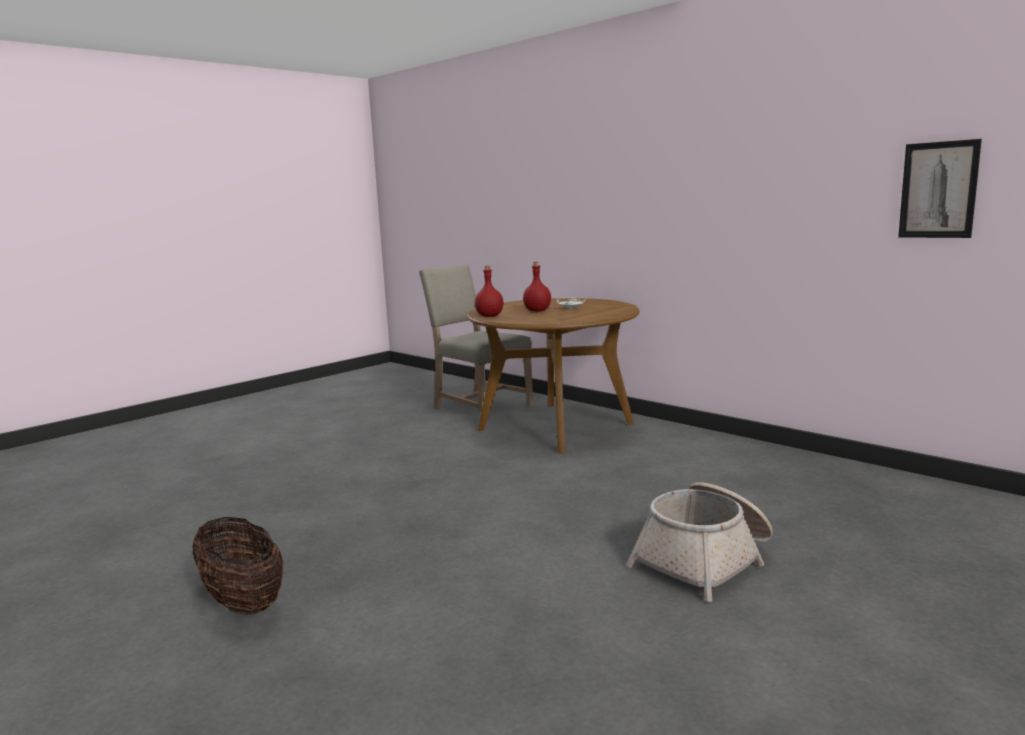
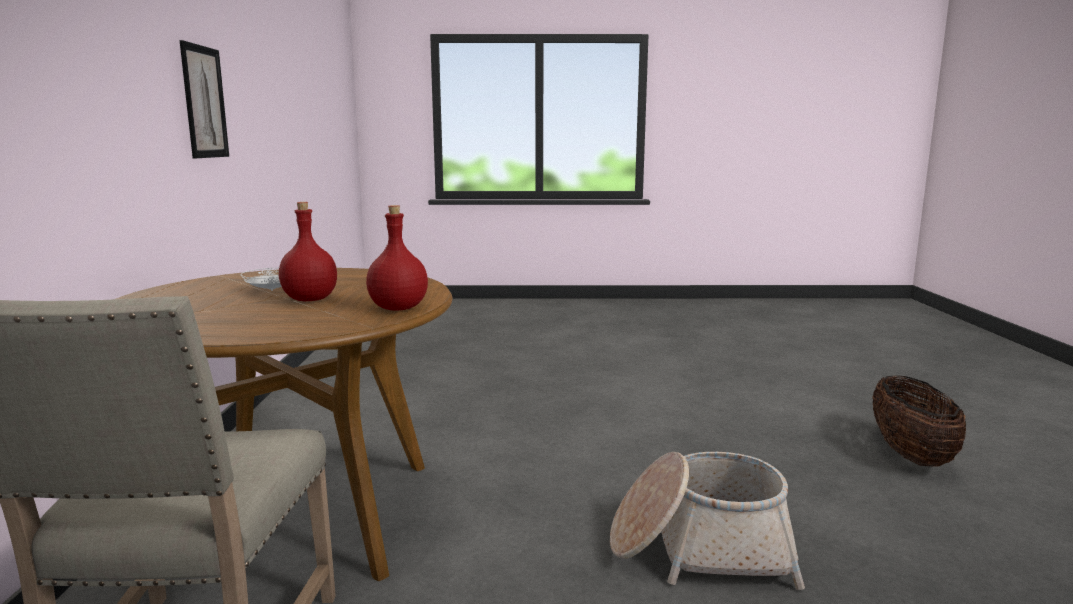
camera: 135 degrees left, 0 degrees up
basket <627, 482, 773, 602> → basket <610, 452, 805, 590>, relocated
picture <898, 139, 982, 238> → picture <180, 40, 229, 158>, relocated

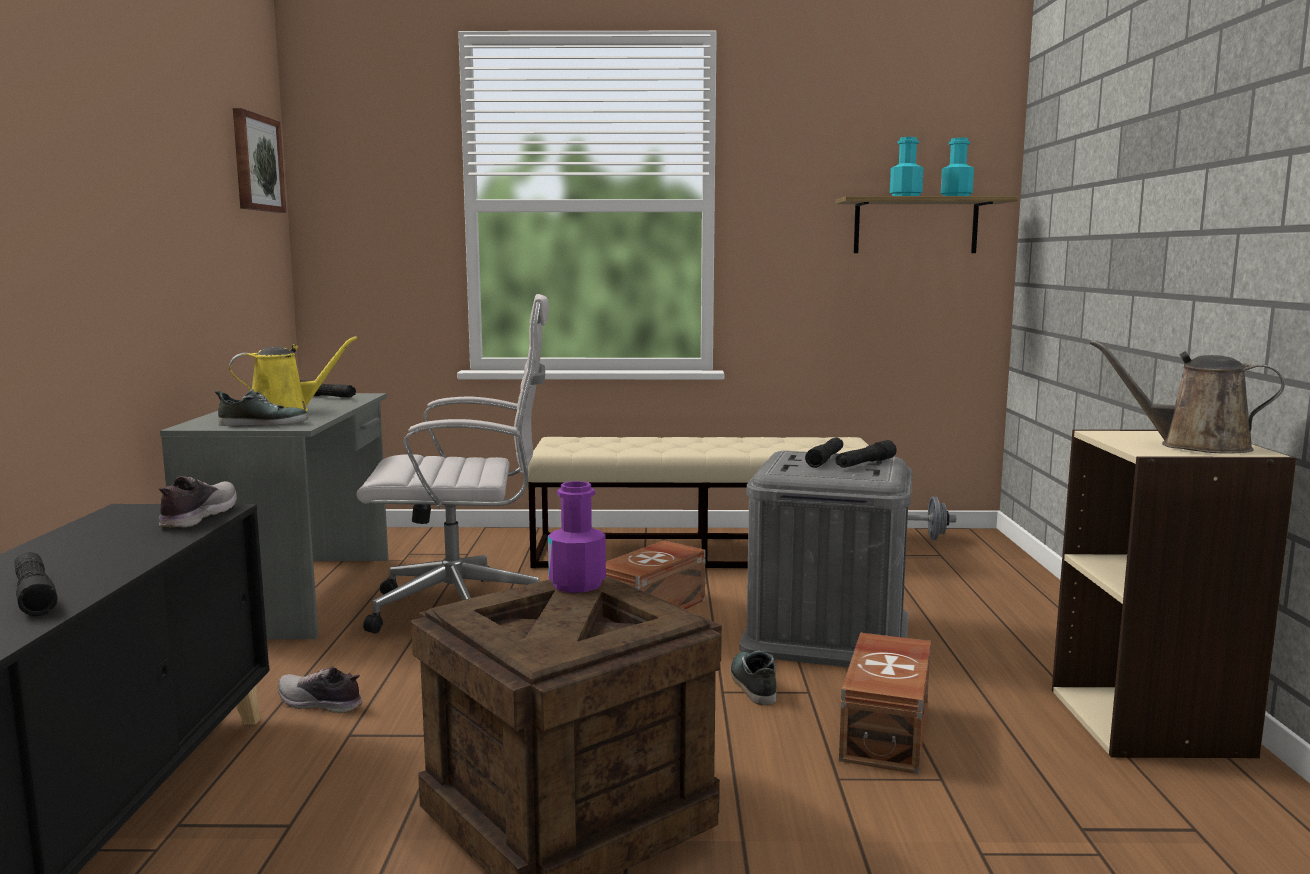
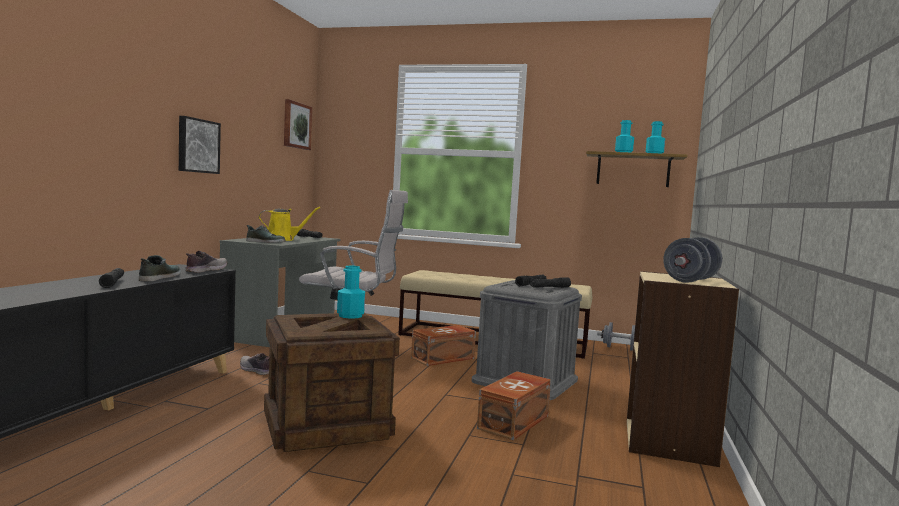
camera: 15 degrees right, 5 degrees down
purple bottle <548, 481, 606, 593> → turquoise bottle <337, 266, 365, 319>
shoe <730, 651, 776, 705> → shoe <139, 255, 181, 281>, relocated
brown watering can <1090, 340, 1285, 454> → grey dumbbell <663, 237, 722, 283>
- → picture <179, 116, 221, 174>

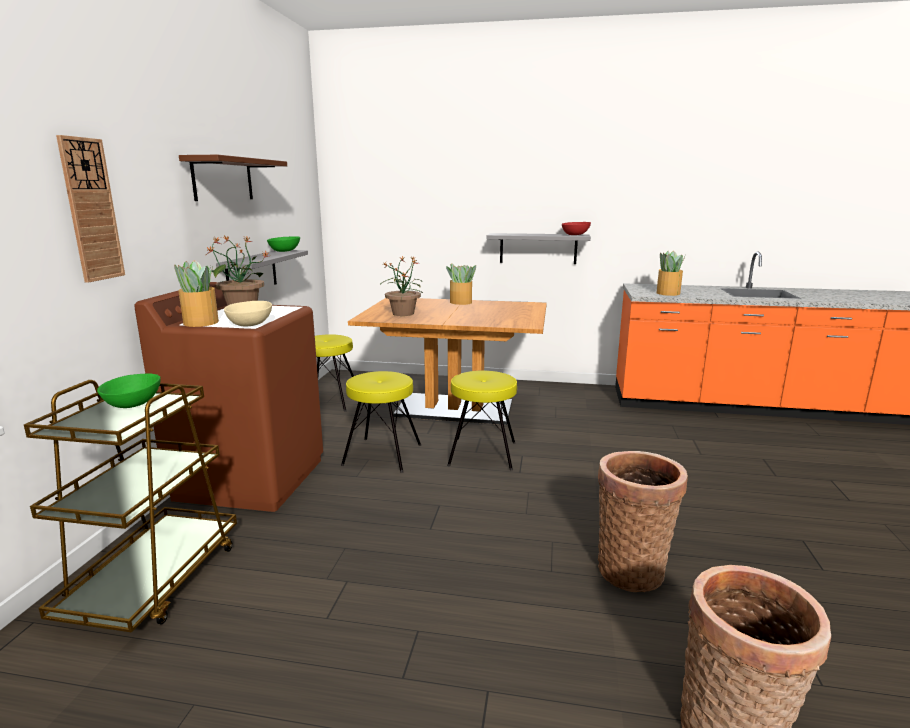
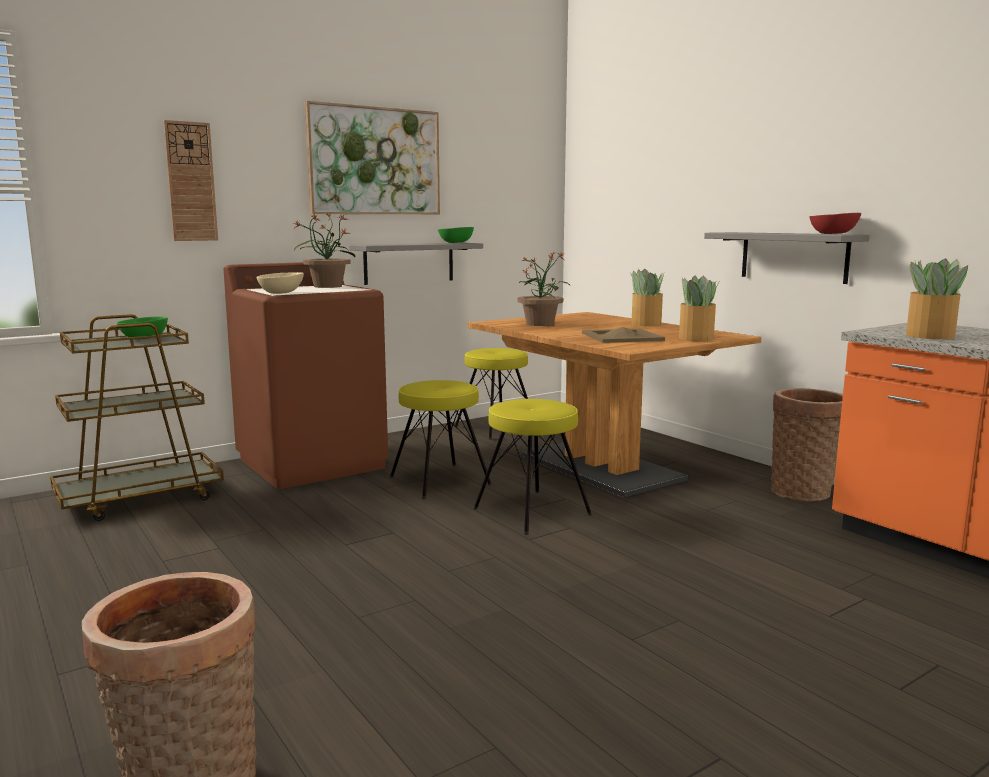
camera: 45 degrees right, 5 degrees down
potted plant <174, 260, 219, 327> → potted plant <679, 275, 718, 341>, relocated
brown shelf <179, 155, 287, 201> → picture <305, 101, 440, 214>
basket <598, 451, 688, 592> → basket <771, 388, 843, 501>, relocated
- → beige tray <582, 327, 665, 343>

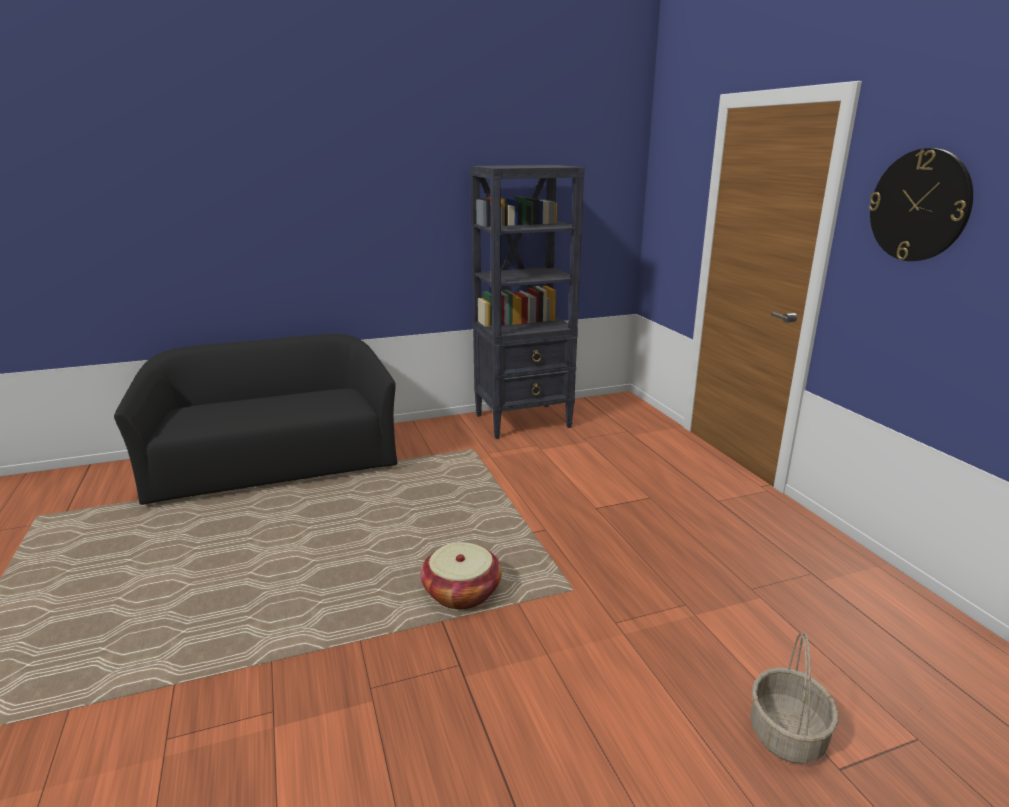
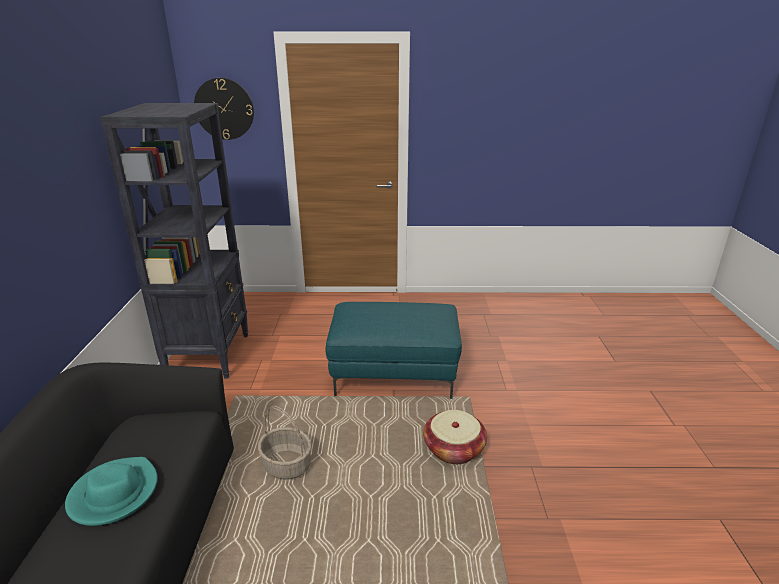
camera: 70 degrees left, 5 degrees up
basket <750, 633, 838, 764> → basket <258, 406, 311, 479>, relocated
wall clock <869, 148, 973, 261> → wall clock <194, 78, 254, 140>, relocated
- → turquoise hat <65, 457, 158, 526>
- → turquoise ottoman <326, 302, 462, 399>

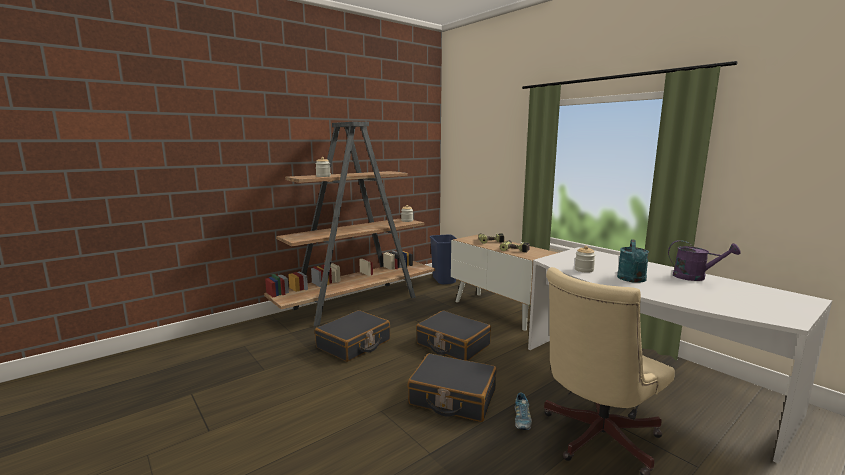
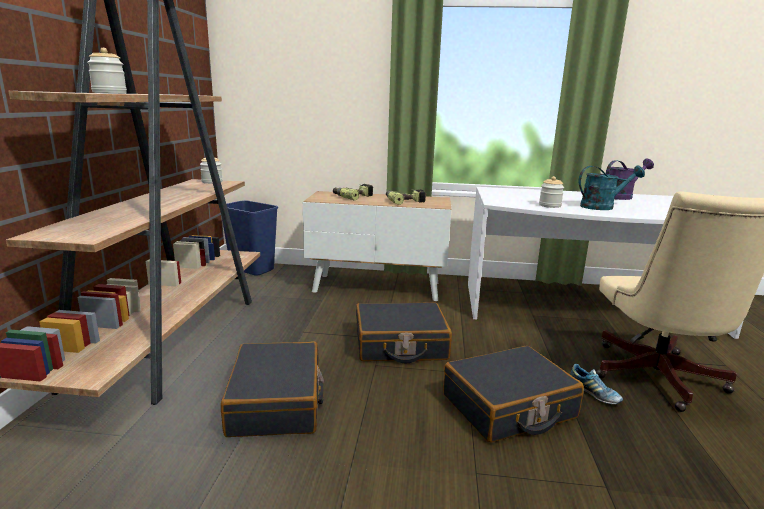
camera: 45 degrees left, 5 degrees up
turquoise watering can <617, 239, 649, 283> → turquoise watering can <578, 165, 645, 210>, 75 degrees counterclockwise

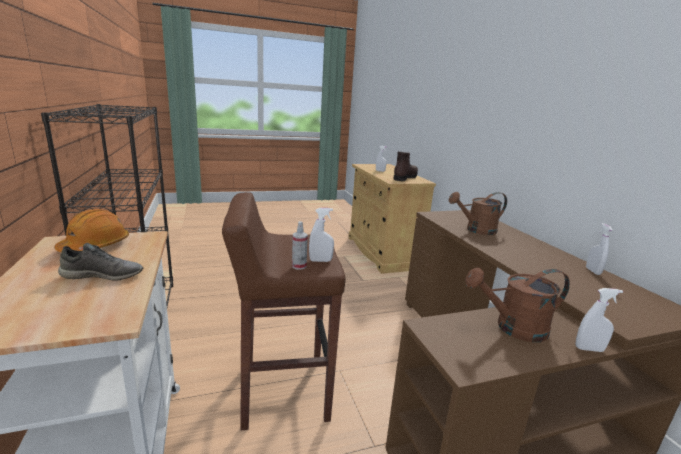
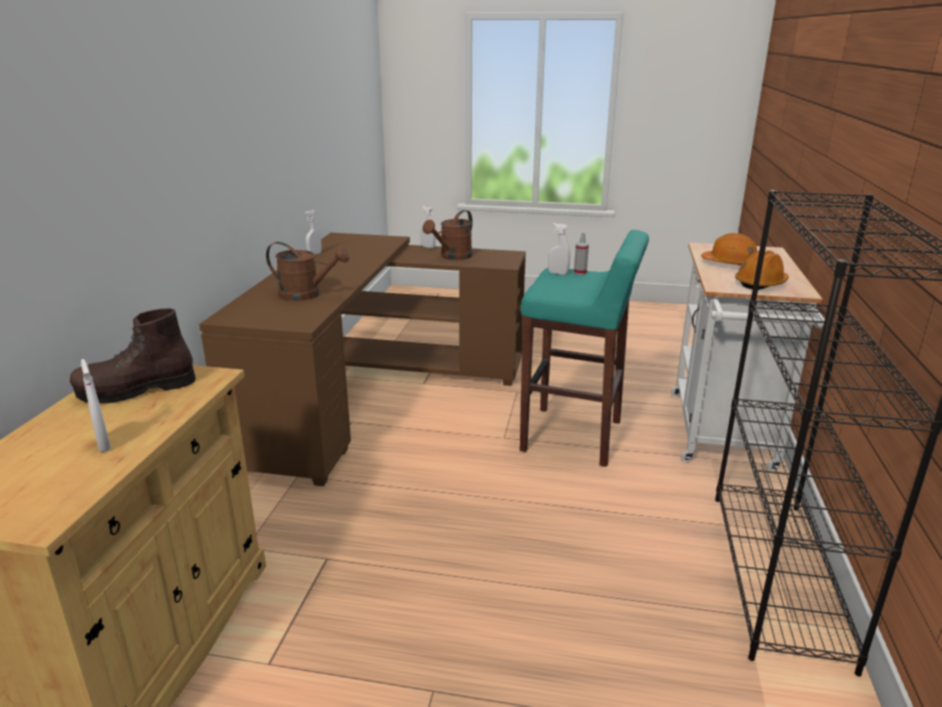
camera: 150 degrees left, 5 degrees up
grey shoe <58, 243, 143, 281> → orange hard hat <701, 233, 757, 266>
brown stool <222, 192, 345, 430> → turquoise stool <520, 230, 649, 467>
brown watering can <465, 268, 570, 342> → brown watering can <423, 210, 473, 260>, 105 degrees clockwise

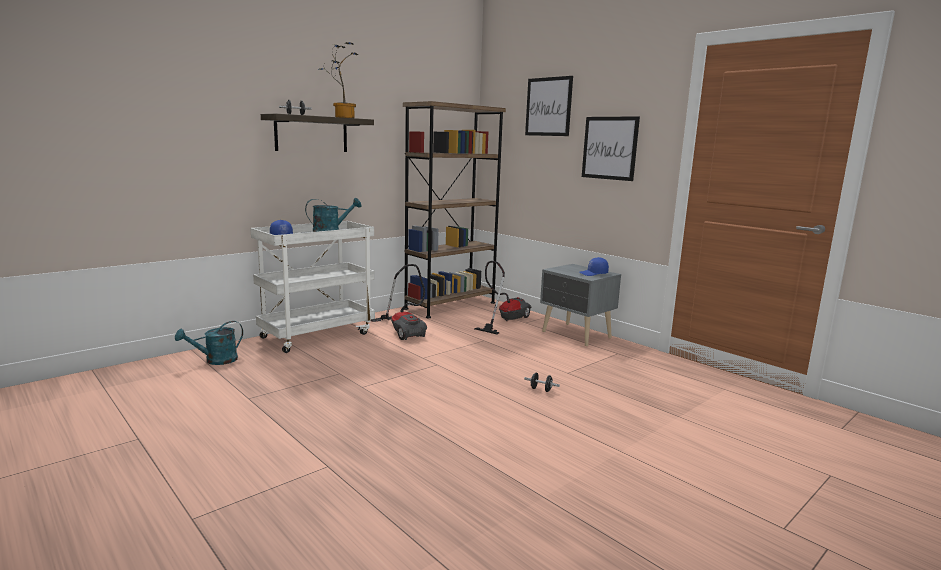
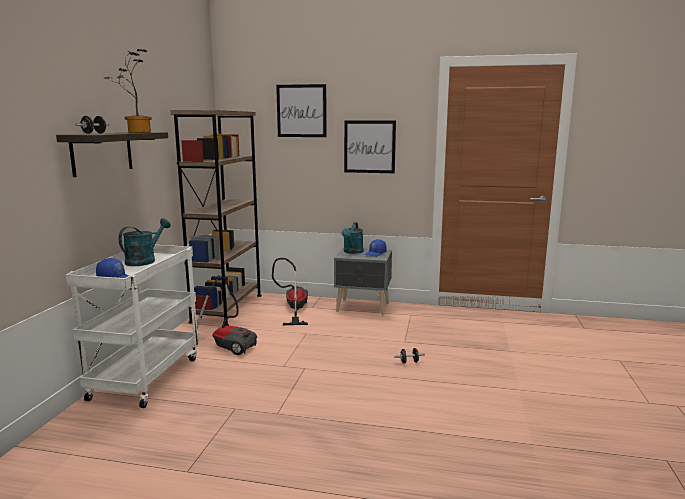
camera: 35 degrees left, 0 degrees up
turquoise watering can <175, 321, 243, 365> → turquoise watering can <342, 222, 363, 254>, relocated

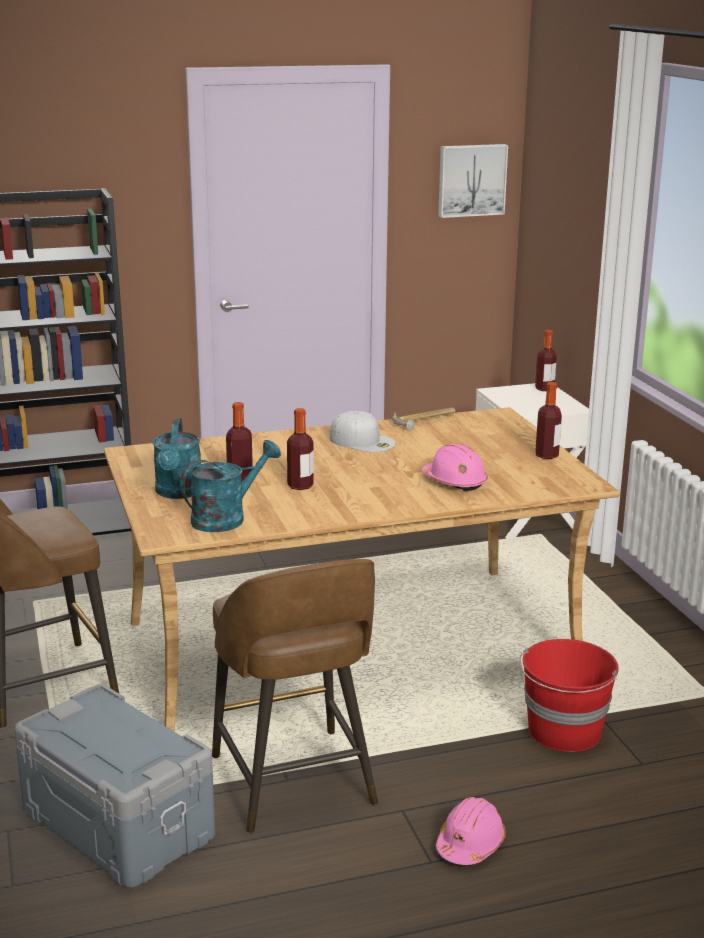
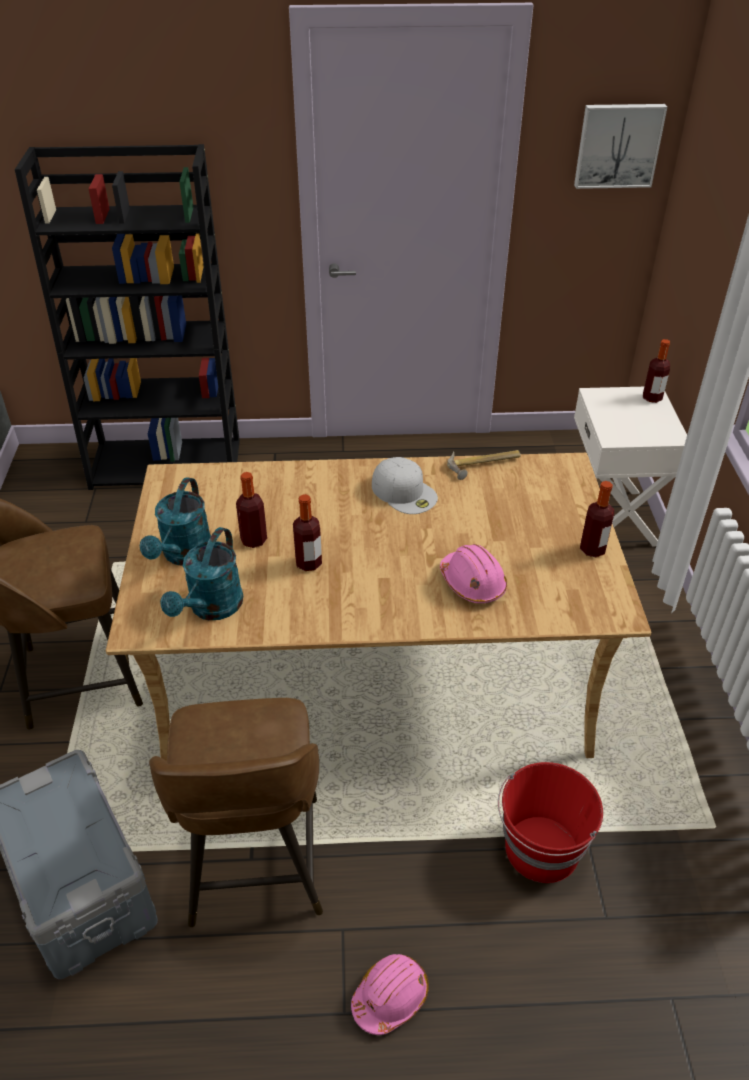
camera: 15 degrees right, 20 degrees up
turquoise watering can <180, 440, 281, 532> → turquoise watering can <160, 527, 243, 620>, 135 degrees clockwise

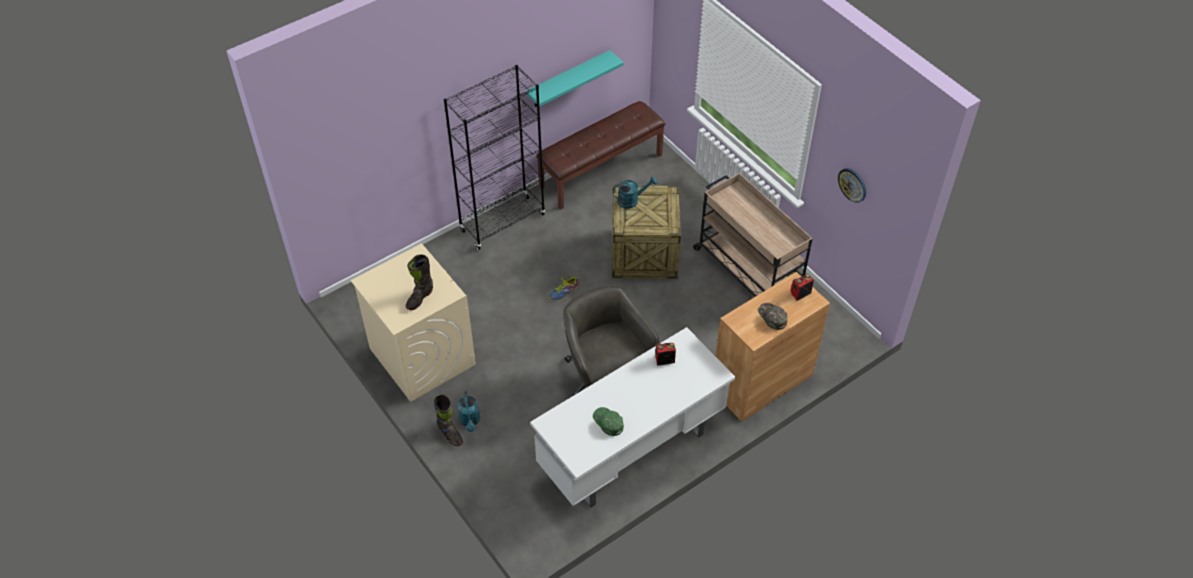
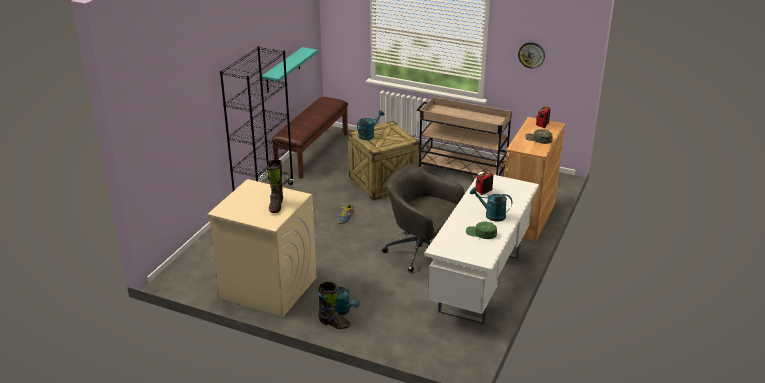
camera: 30 degrees left, 20 degrees down
- → turquoise watering can <470, 187, 512, 221>

